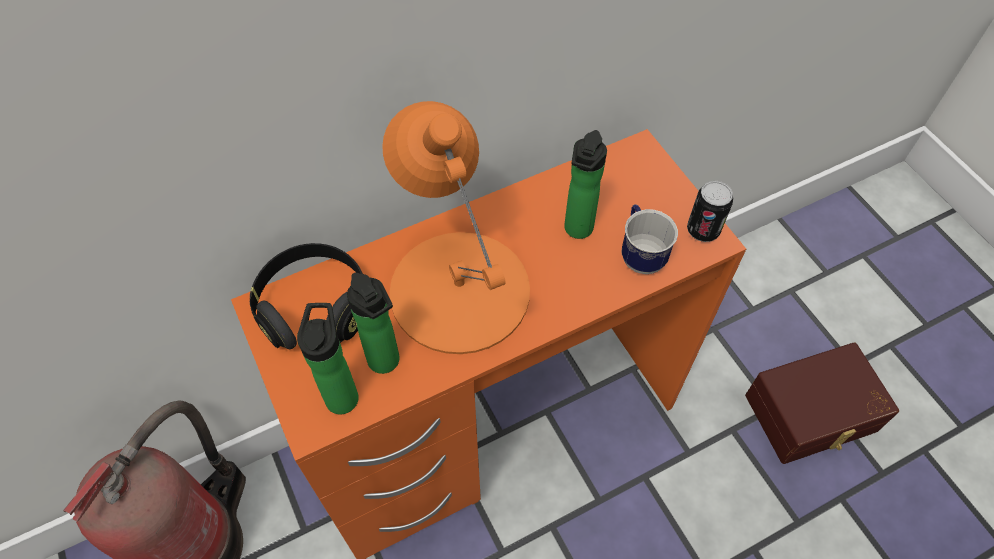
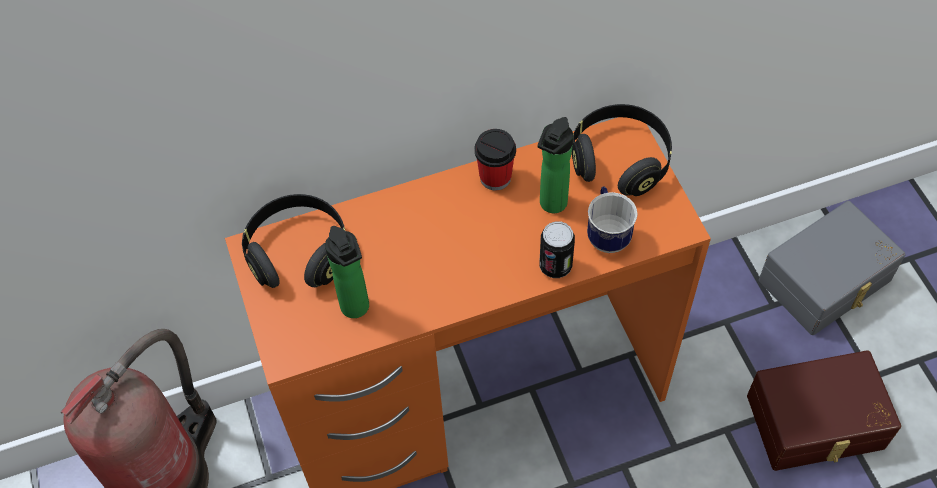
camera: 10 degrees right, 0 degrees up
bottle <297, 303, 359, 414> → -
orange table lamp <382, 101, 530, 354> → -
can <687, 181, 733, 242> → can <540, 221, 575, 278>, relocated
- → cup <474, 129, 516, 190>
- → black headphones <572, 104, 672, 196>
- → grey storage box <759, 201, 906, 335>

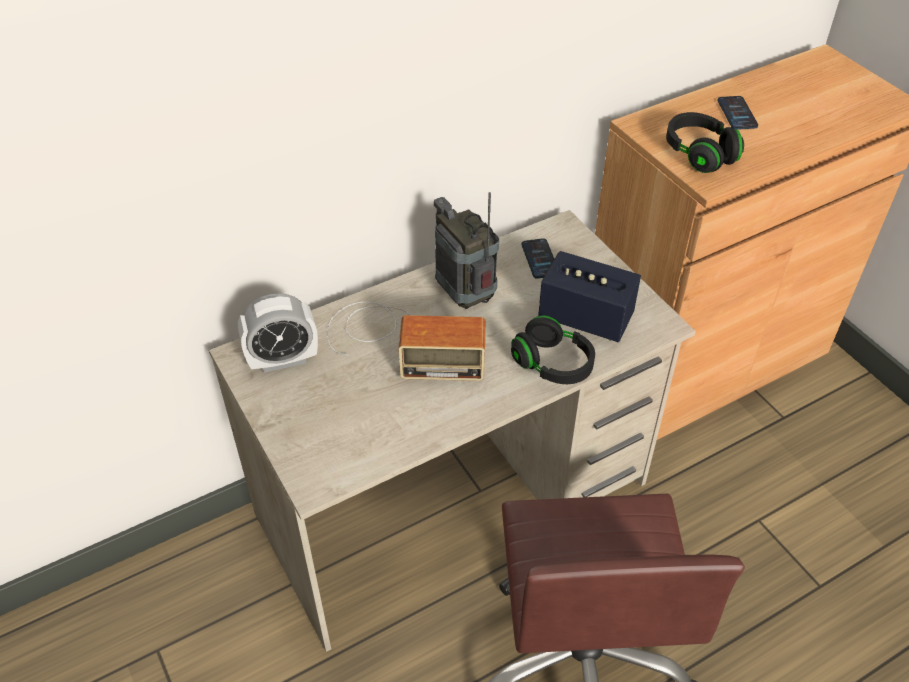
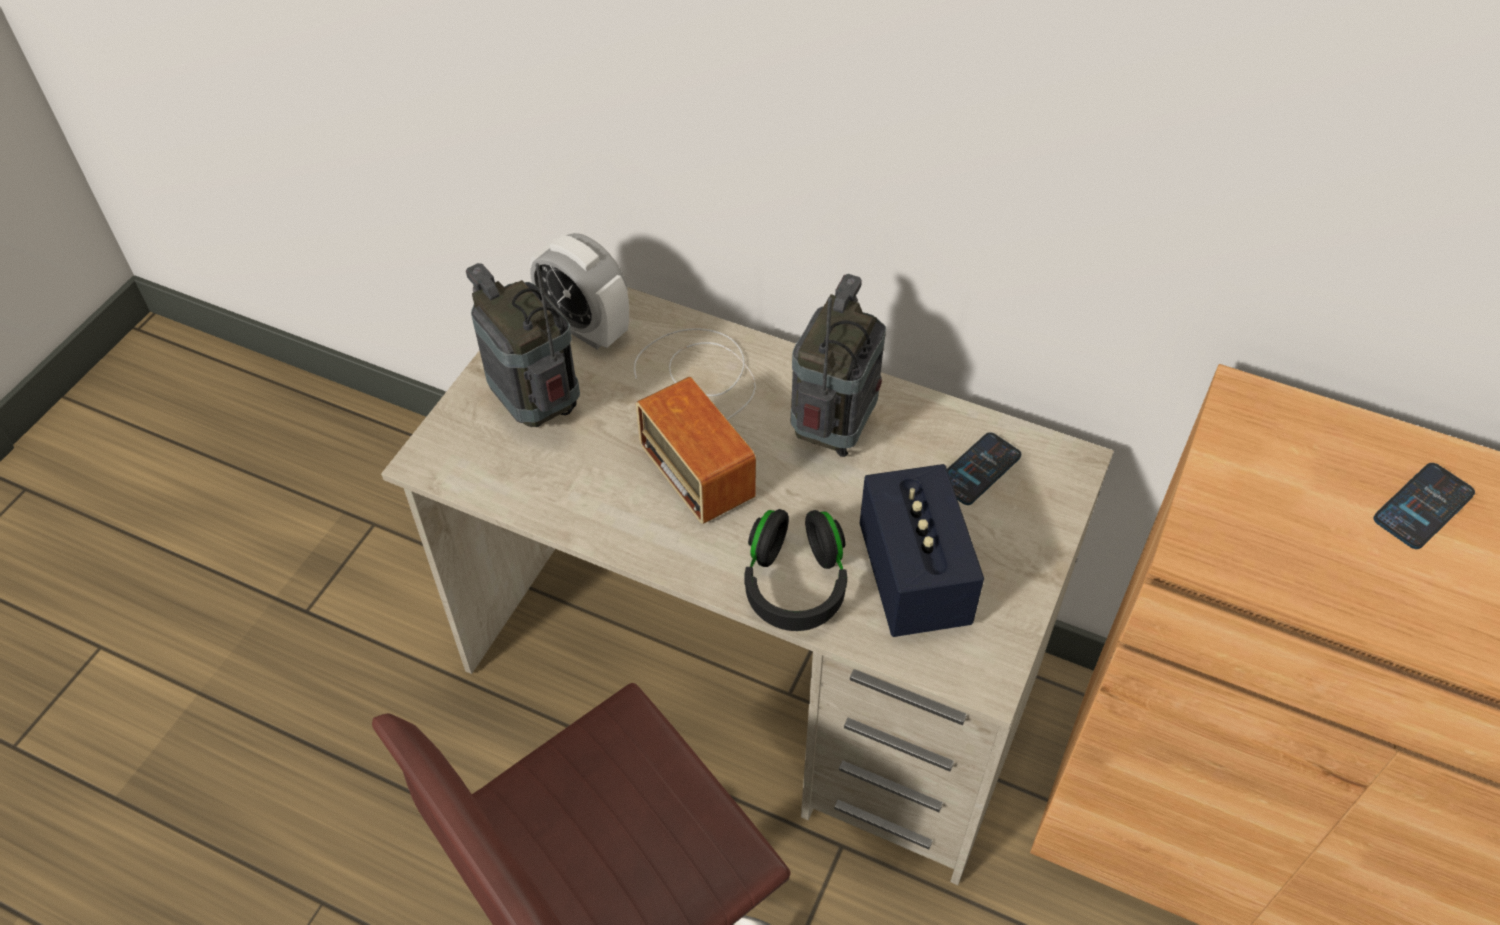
camera: 55 degrees right, 5 degrees up
black headphones <666, 112, 744, 173> → -
- → radio <466, 263, 580, 427>

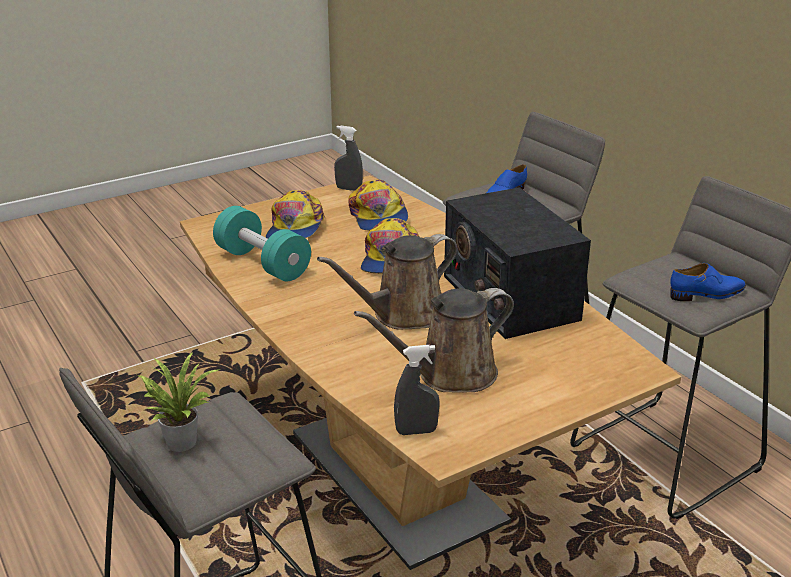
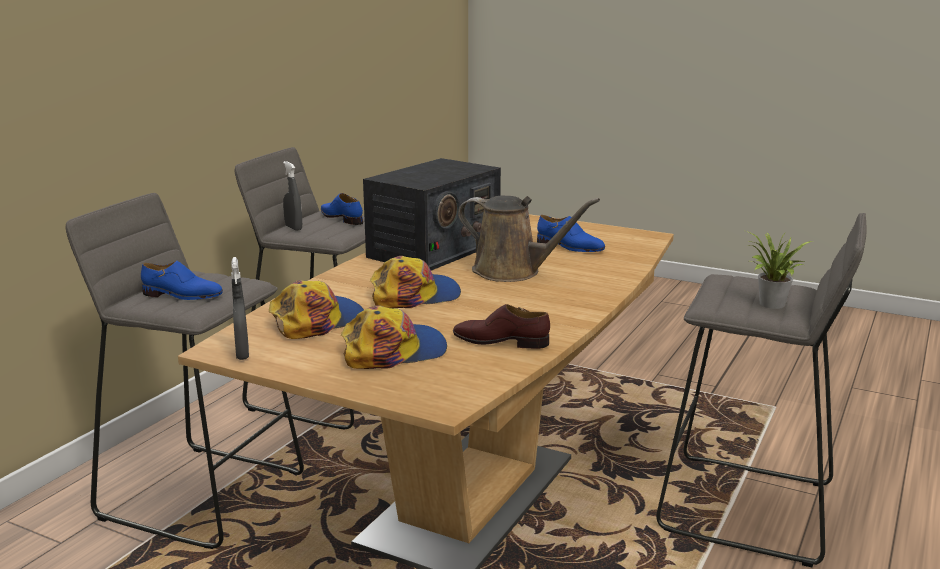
camera: 120 degrees left, 10 degrees down
turquoise dumbbell <213, 206, 311, 281> → brown shoe <453, 304, 550, 349>
brown watering can <354, 288, 514, 393> → blue shoe <537, 215, 605, 252>
grey spray bottle <394, 345, 440, 435> → grey spray bottle <283, 161, 302, 231>, relocated

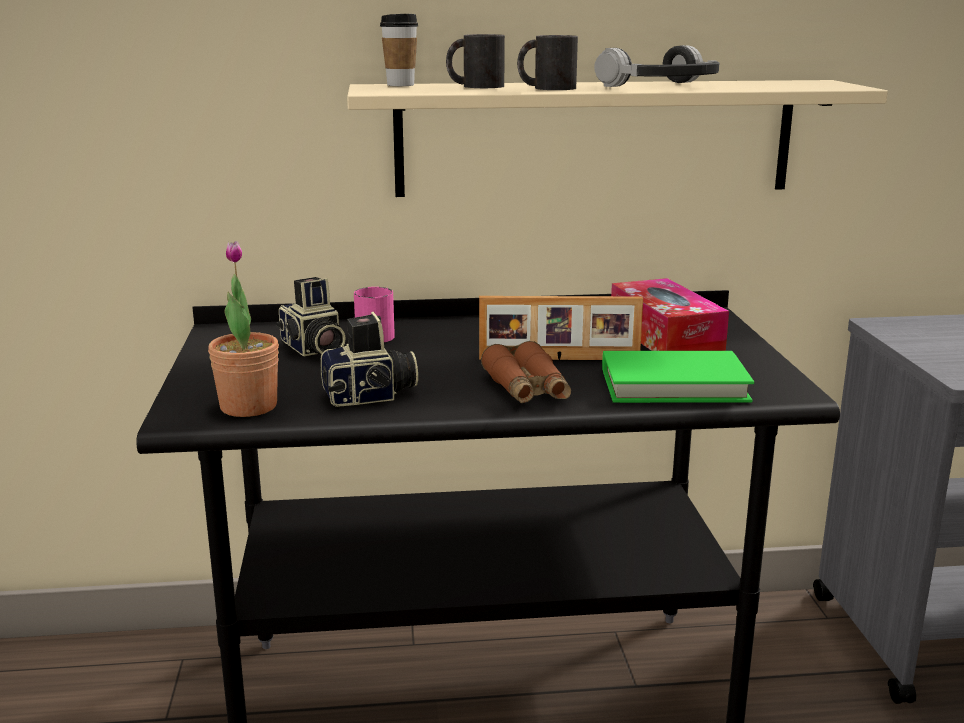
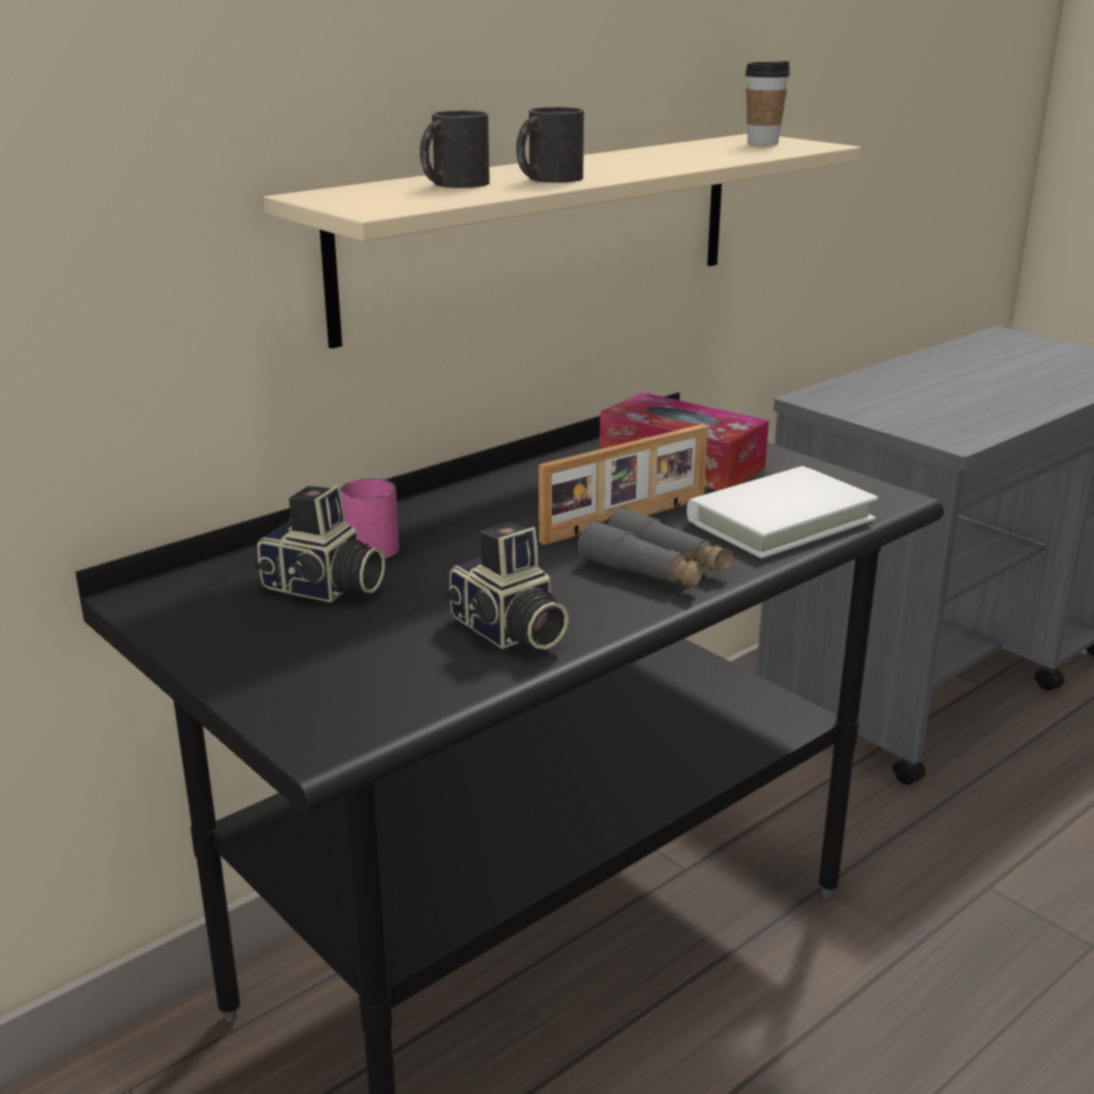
camera: 35 degrees left, 5 degrees up
potted plant <208, 241, 279, 417> → -
photo camera <321, 312, 418, 407> → photo camera <445, 522, 569, 650>, 105 degrees clockwise
cup <380, 14, 418, 86> → cup <745, 61, 790, 145>, relocated
brown binoculars <481, 341, 571, 403> → grey binoculars <578, 507, 733, 588>
headphones <594, 45, 719, 87> → -
green book <602, 351, 754, 403> → white book <687, 466, 878, 559>

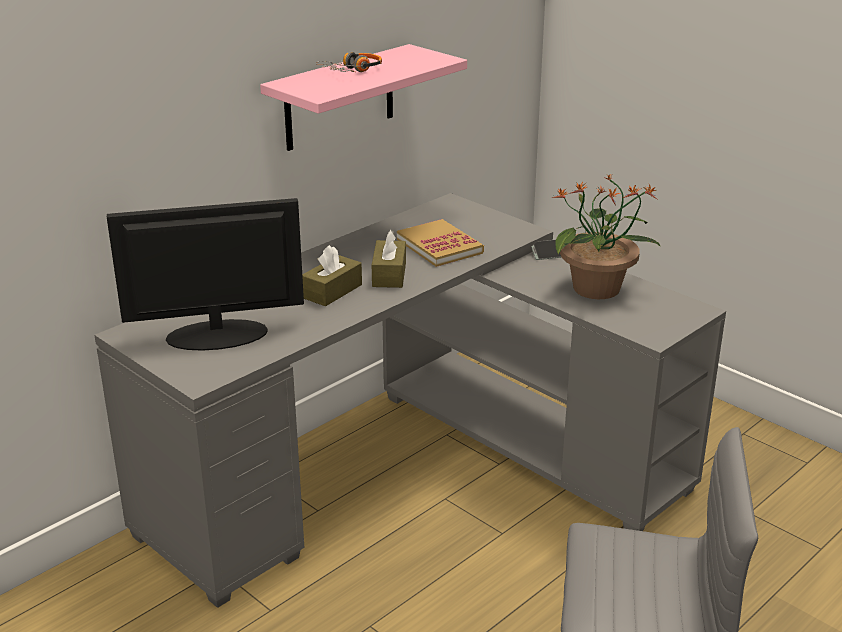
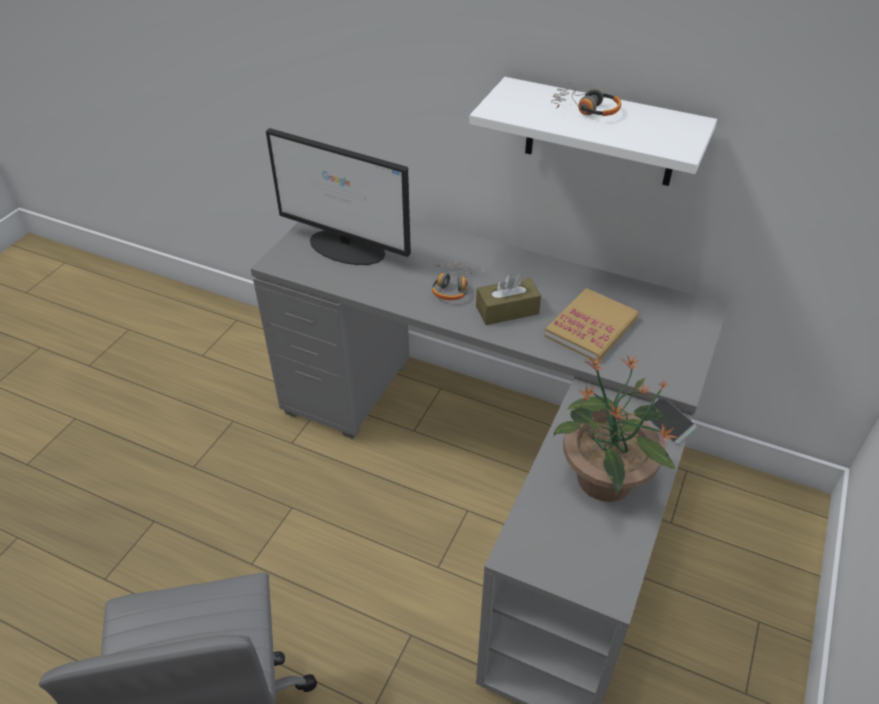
camera: 70 degrees right, 15 degrees up
monitor <107, 198, 304, 351> → monitor <266, 128, 411, 265>, 150 degrees clockwise
pink shelf <260, 44, 467, 151> → white shelf <469, 77, 717, 186>
brown tissue box <302, 245, 362, 307> → headphones <432, 261, 484, 300>

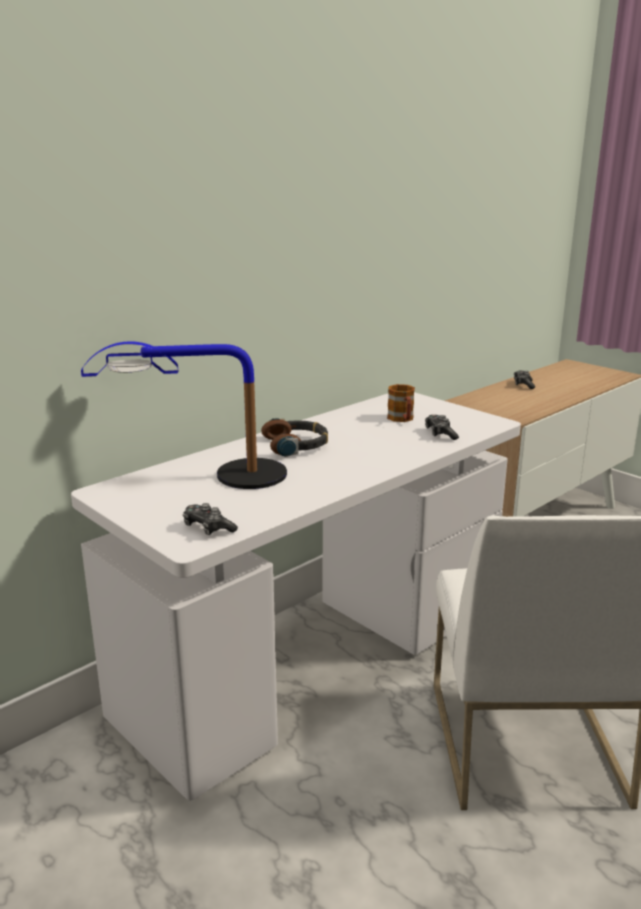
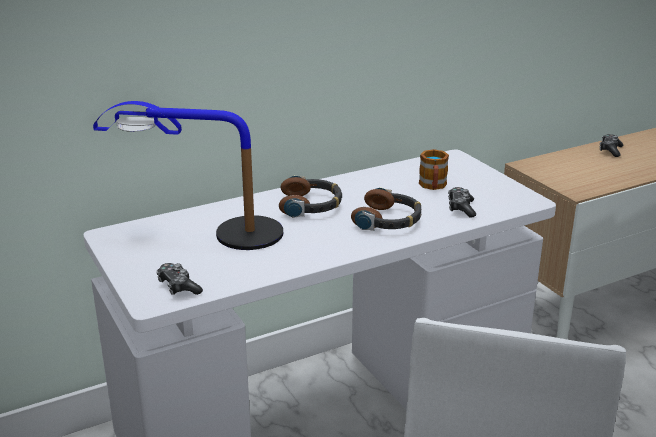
camera: 15 degrees right, 5 degrees up
- → headphones <351, 187, 421, 231>

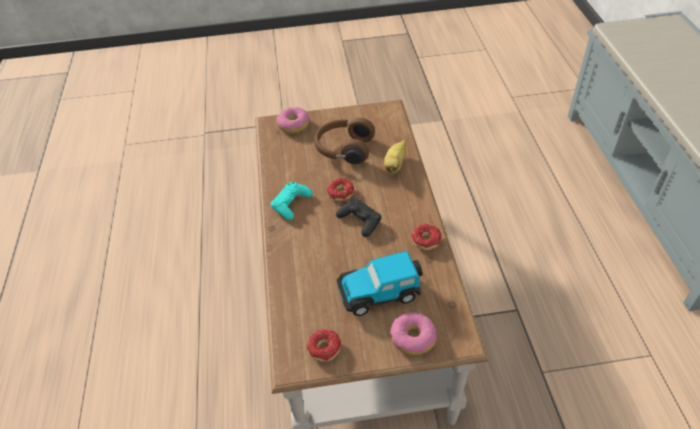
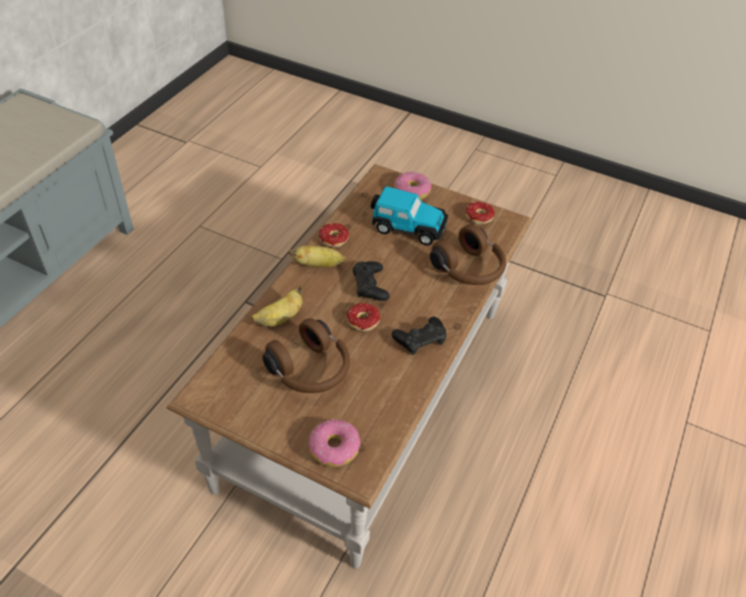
camera: 150 degrees left, 0 degrees up
turquoise game controller <271, 182, 313, 220> → black game controller <392, 317, 446, 355>
- → banana <289, 245, 346, 267>
- → brown headphones <430, 224, 506, 285>

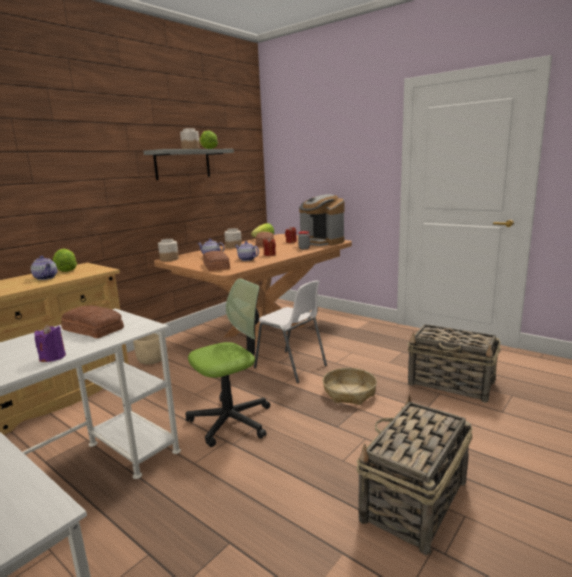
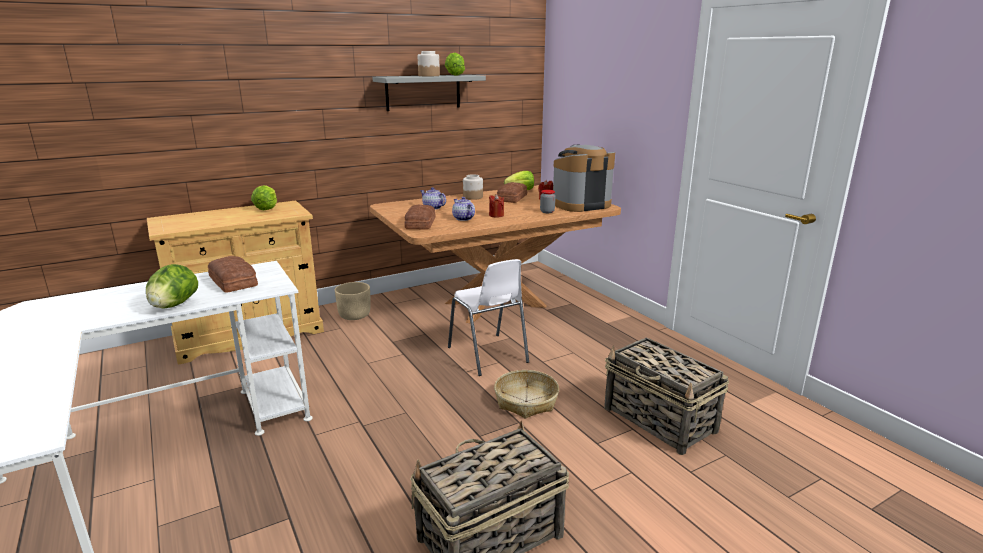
camera: 20 degrees right, 5 degrees up
teapot <31, 256, 57, 280> → -
purple candle <34, 324, 66, 362> → lettuce <146, 264, 198, 308>
jar <158, 239, 179, 261> → -
office chair <186, 278, 270, 447> → -
coffee machine <299, 194, 344, 246> → coffee machine <553, 145, 615, 212>, 90 degrees clockwise

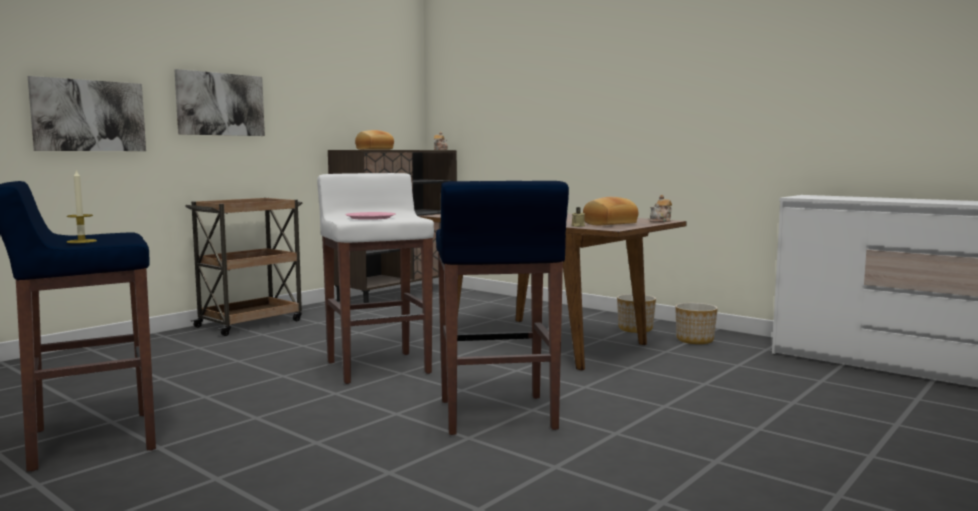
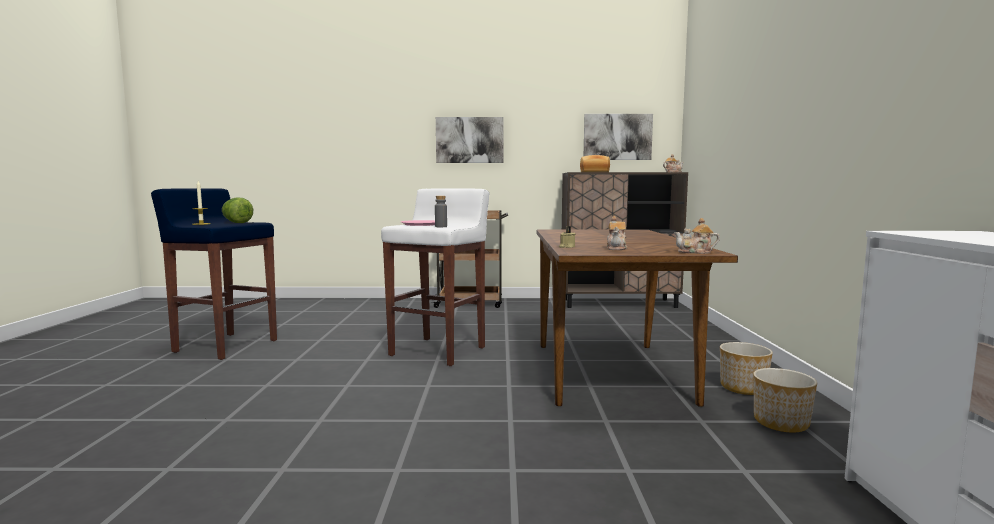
camera: 50 degrees right, 0 degrees up
picture <28, 76, 146, 151> → picture <584, 114, 653, 160>, relocated
blue stool <436, 181, 569, 435> → -
bread <583, 197, 638, 225> → teapot <607, 216, 628, 250>
- → lettuce <222, 198, 253, 223>
- → grey bottle <435, 196, 447, 227>

